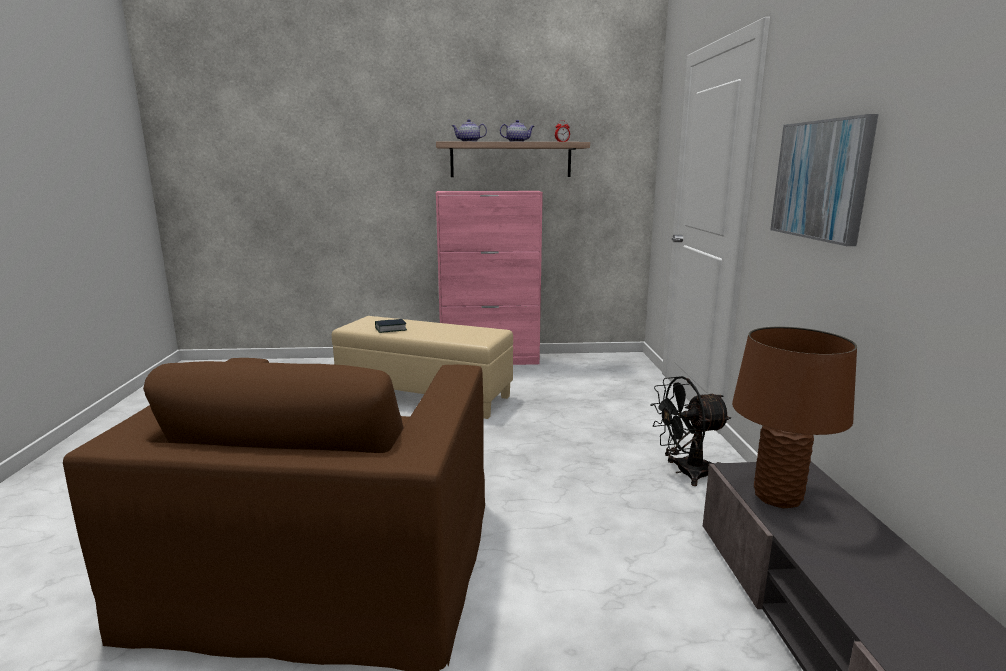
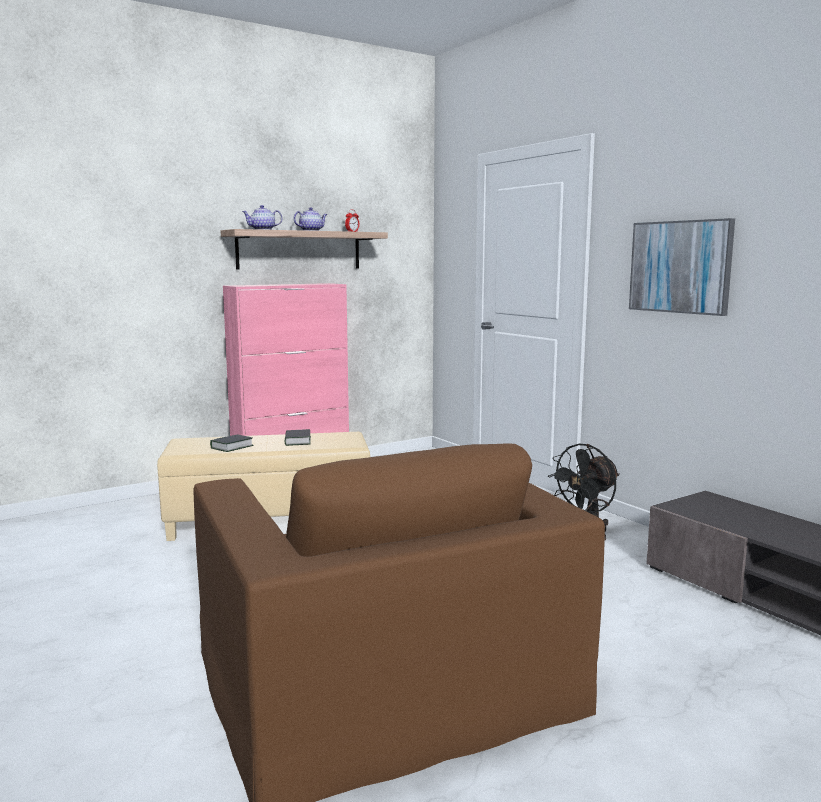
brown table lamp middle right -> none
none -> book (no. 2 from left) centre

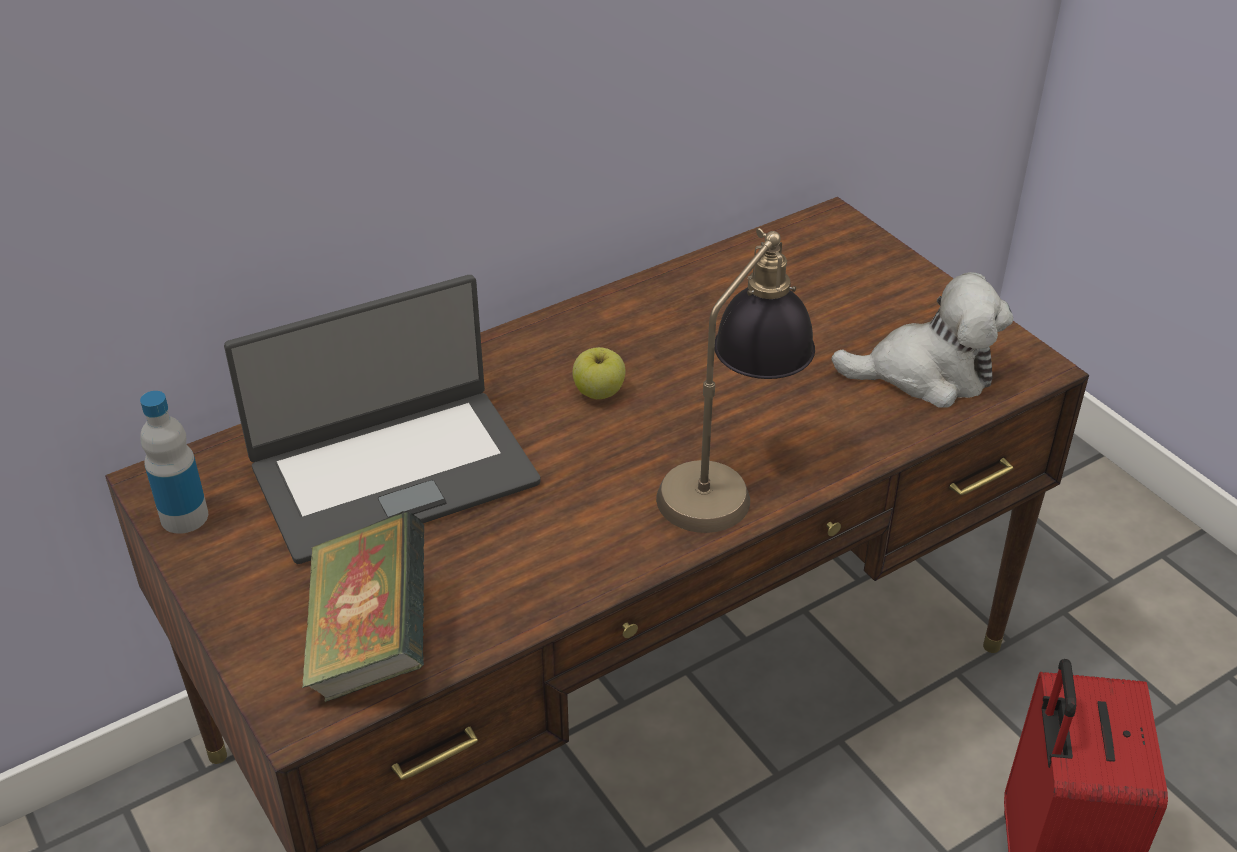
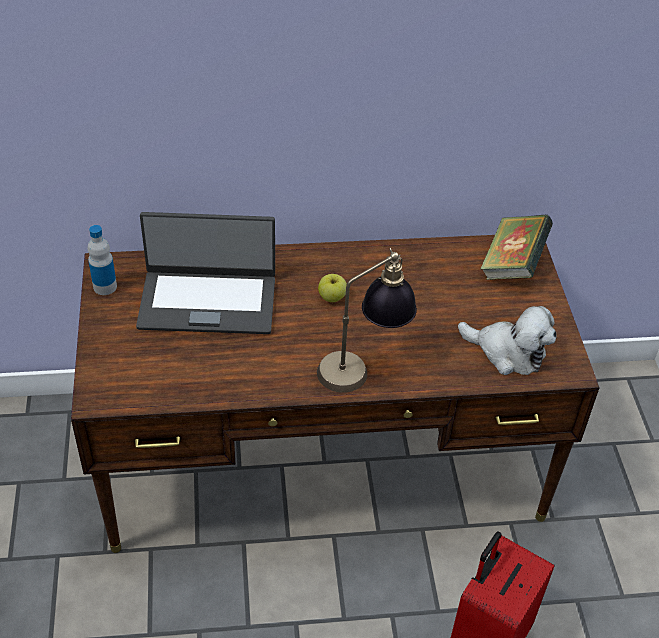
book bottom left -> book middle right, shifted

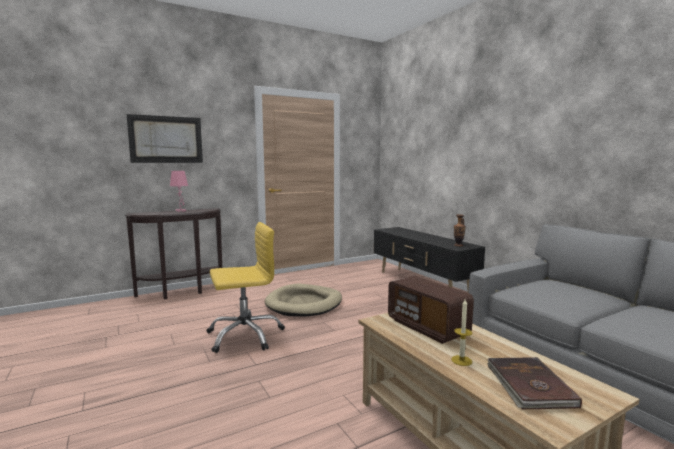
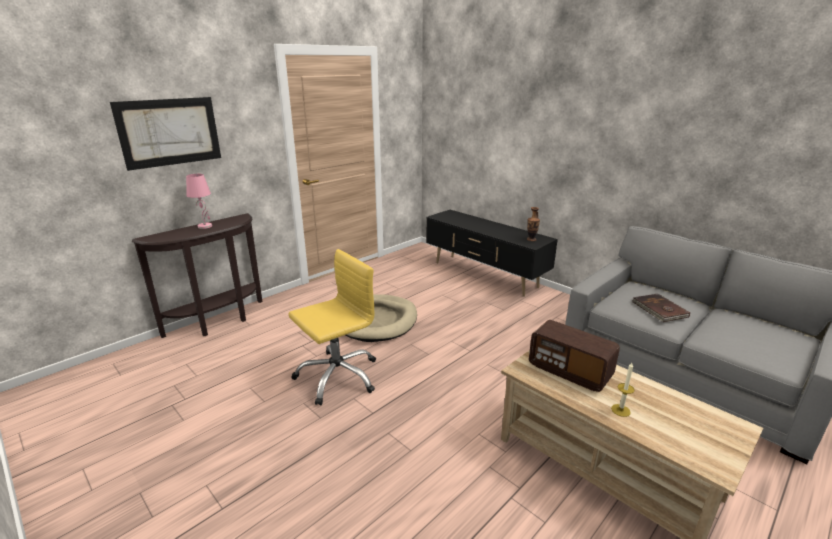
brown book bottom right -> brown book middle right, shifted

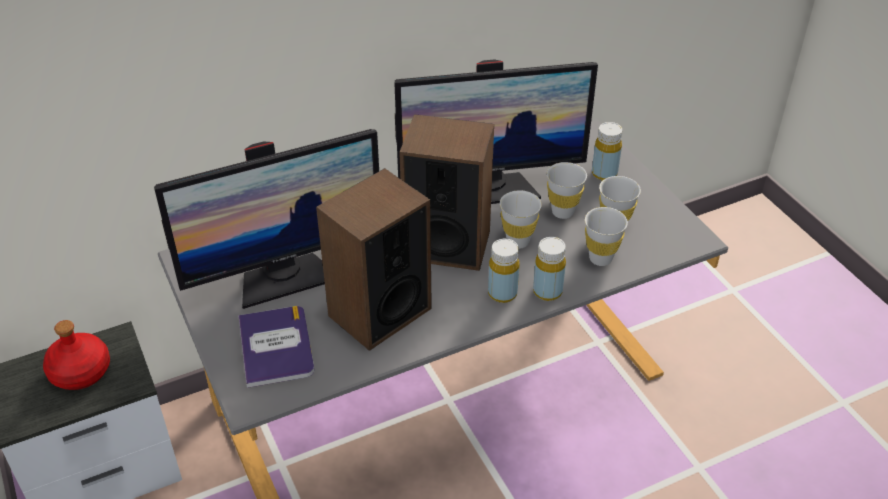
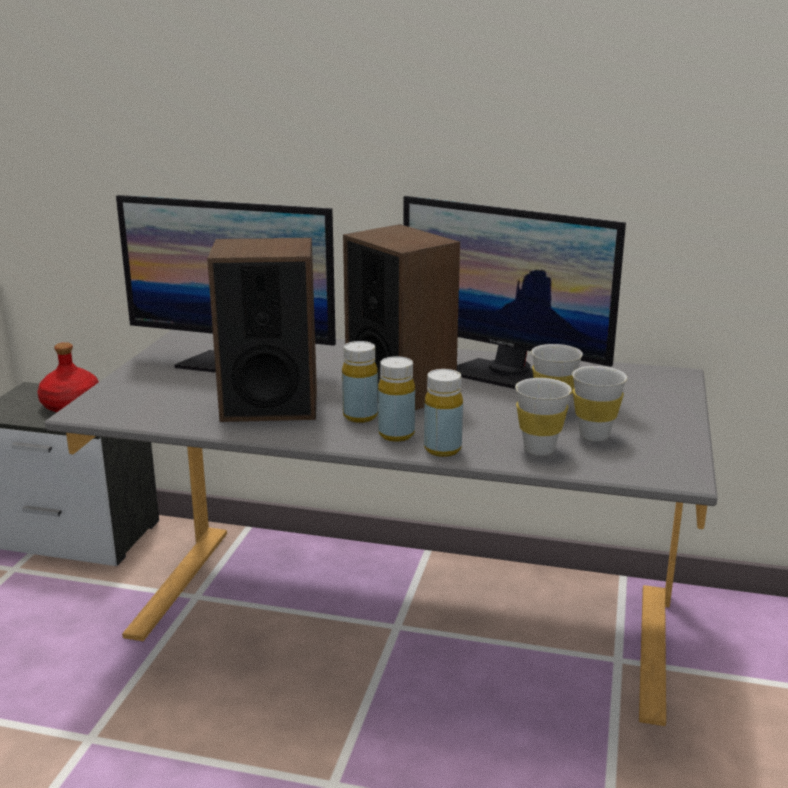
yellow bottle (no. 3 from left in the first image) top right -> yellow bottle (no. 1 from left) centre, shifted
white cup (no. 1 from left) centre -> none
book bottom left -> none

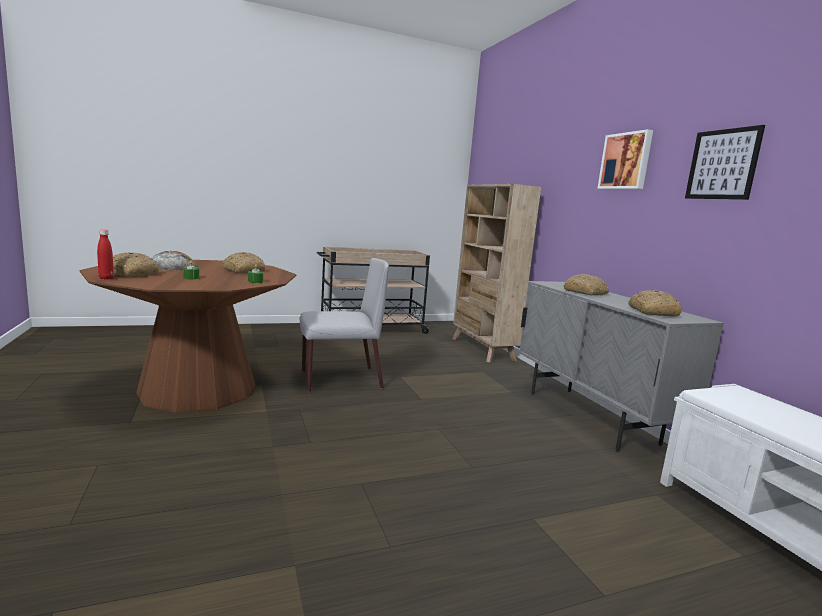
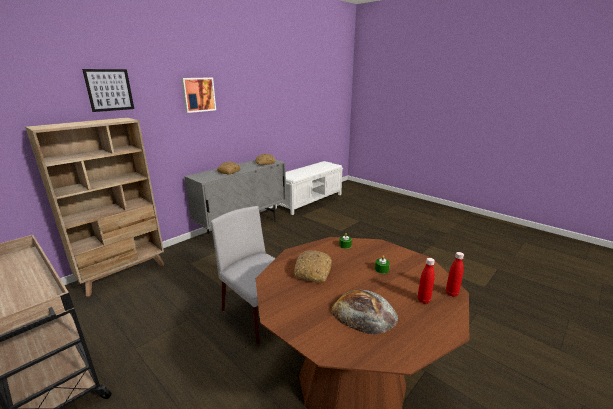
picture (no. 2 from left in the first image) top right -> picture (no. 1 from left) top left, shifted
bread (no. 1 from left) middle left -> red bottle (no. 1 from left) bottom right

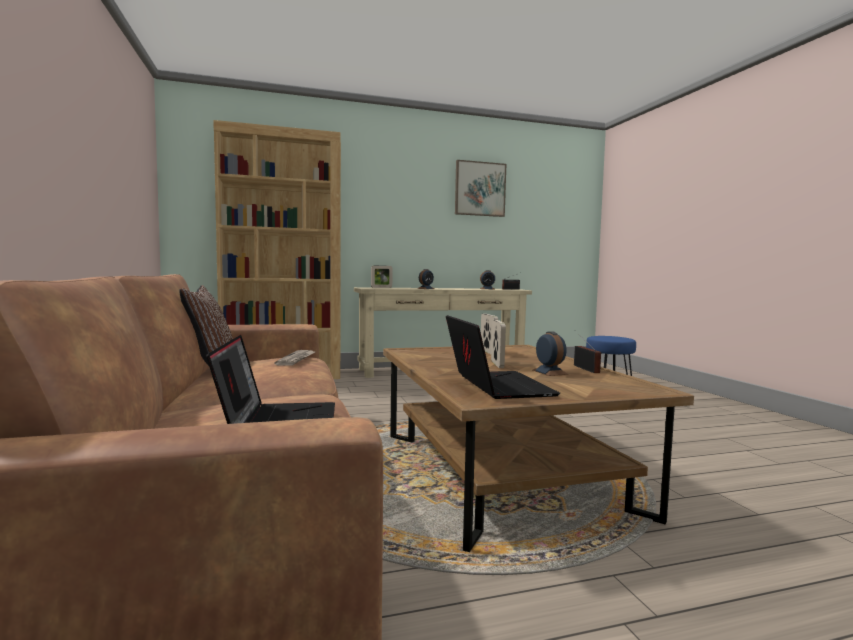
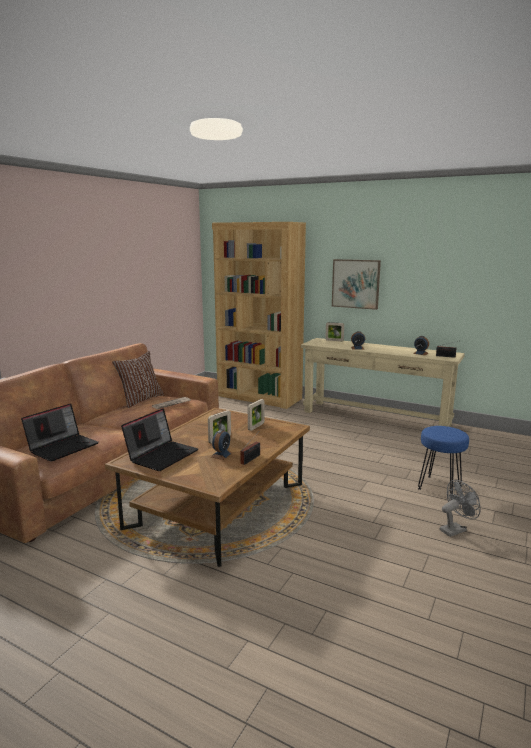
picture top centre -> picture middle right, shifted
none -> grey fan bottom right

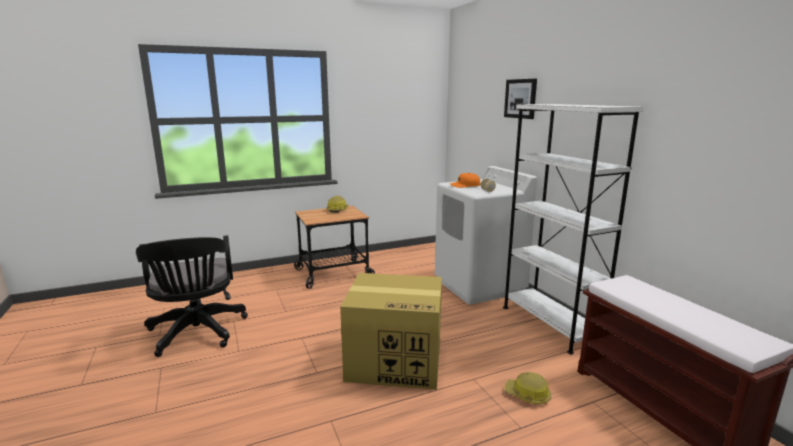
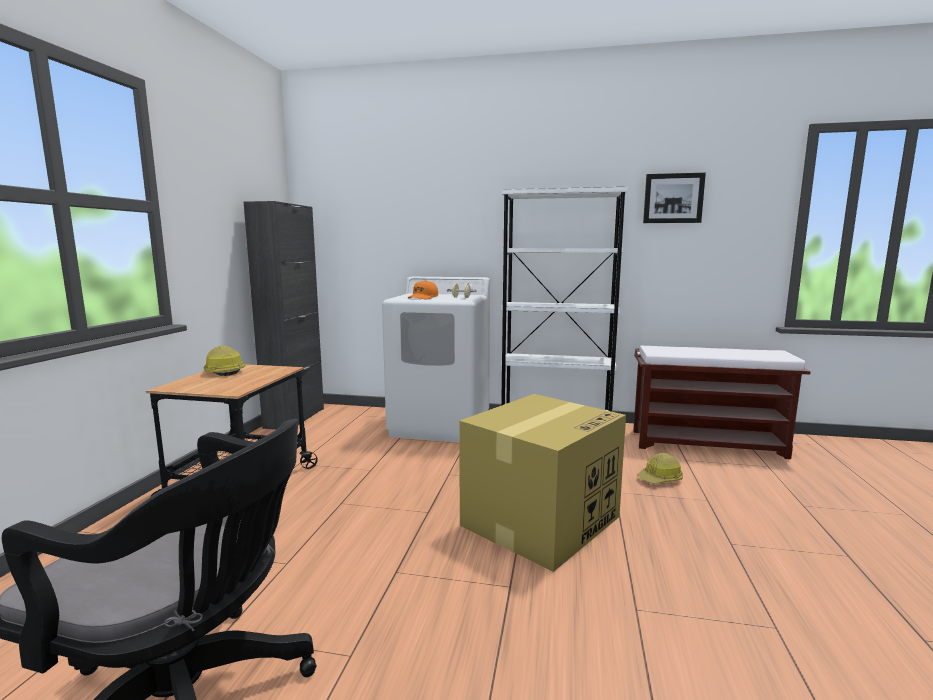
picture top centre -> picture top right, shifted
none -> black cabinet middle left

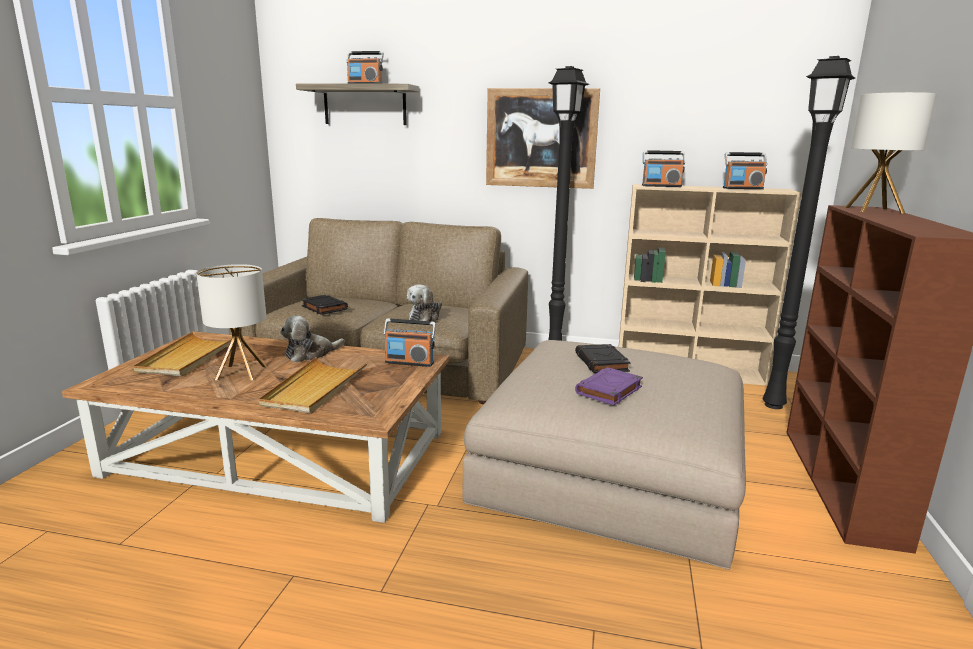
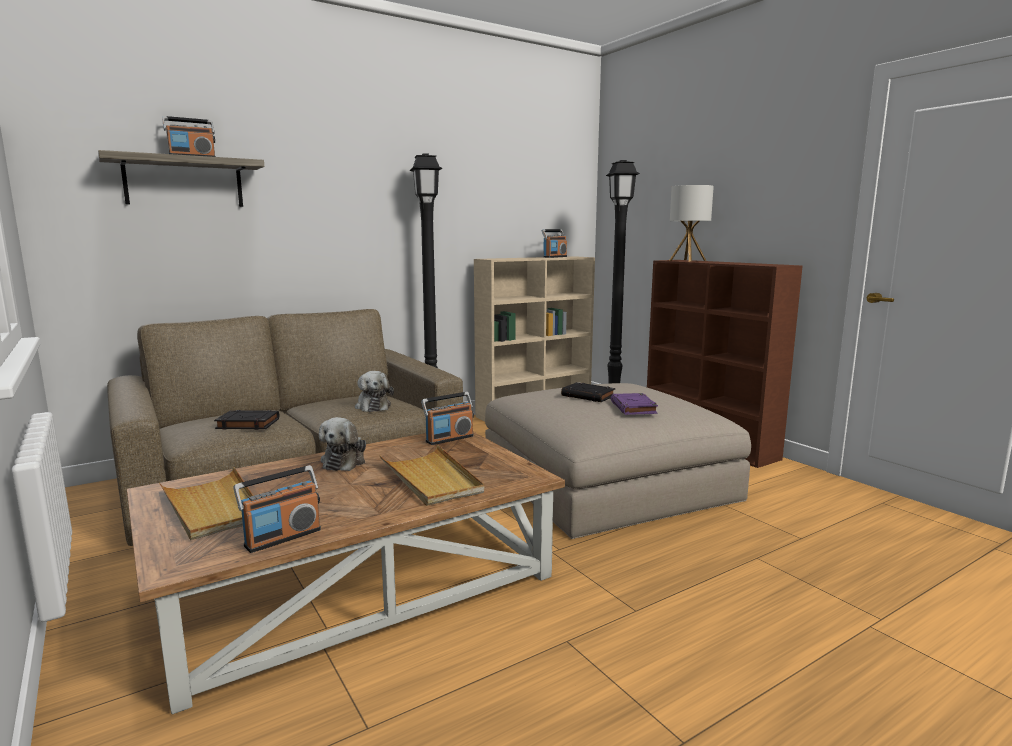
picture top centre -> none
radio (no. 3 from left in the first image) top right -> radio (no. 2 from left) bottom left, shifted
table lamp (no. 1 from left) middle left -> none

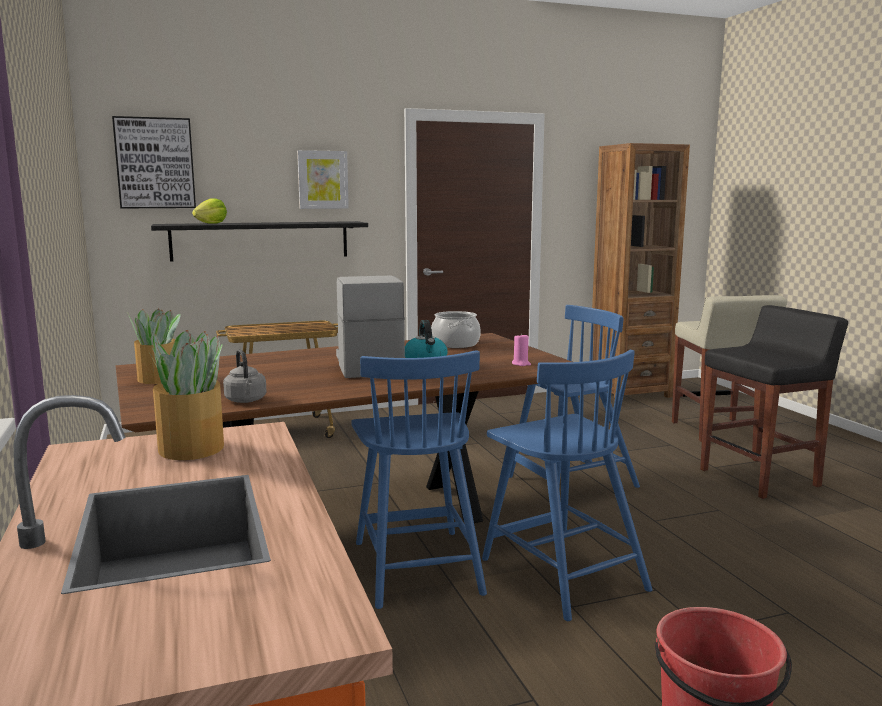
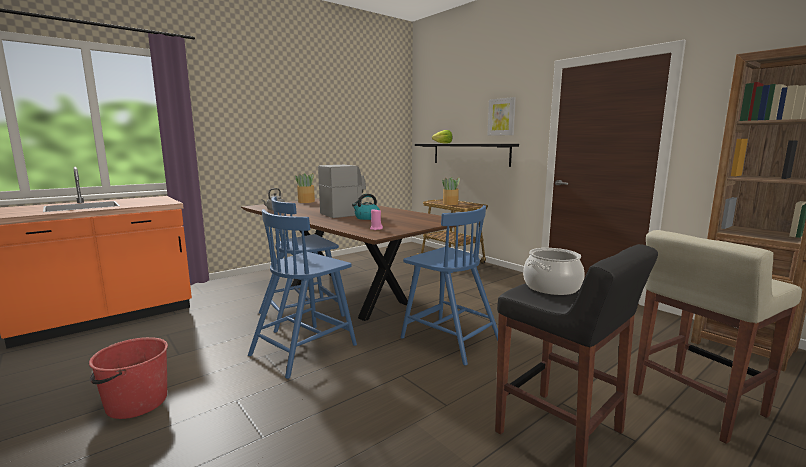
picture (no. 1 from left) top left -> none
cooking pot centre -> cooking pot middle right, shifted
potted plant (no. 2 from left) middle left -> potted plant (no. 2 from left) centre, shifted

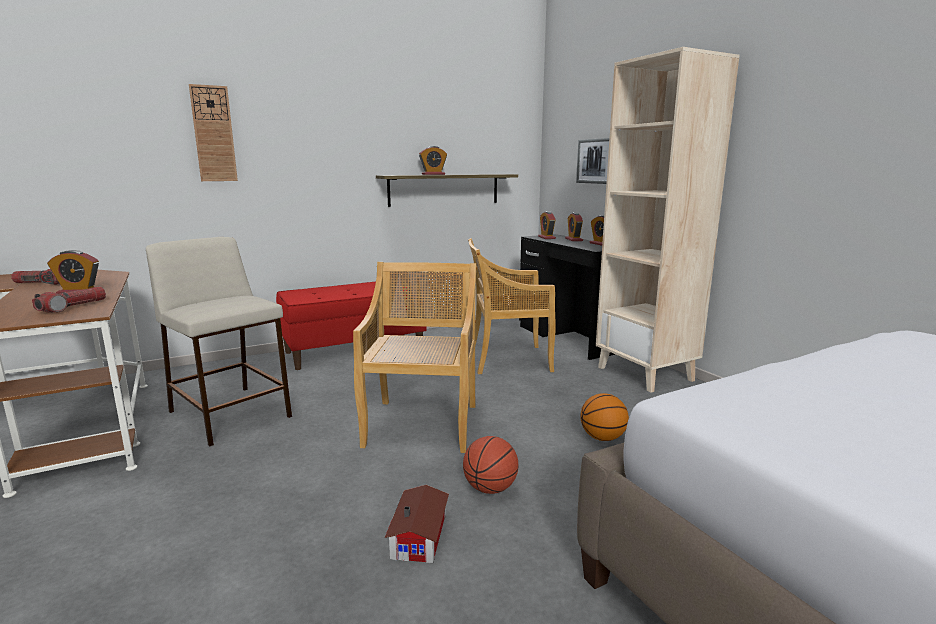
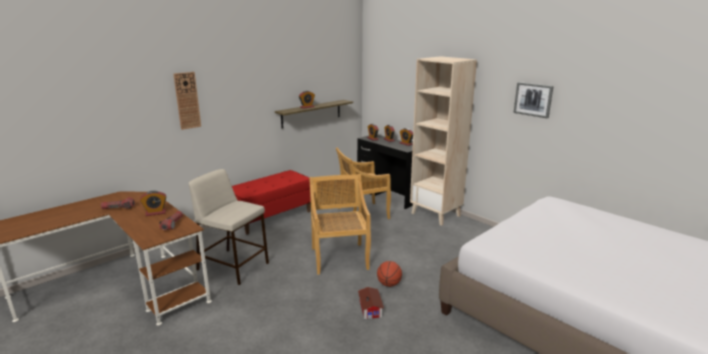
picture top centre -> picture top right, shifted
basketball (no. 2 from left) bottom centre -> none

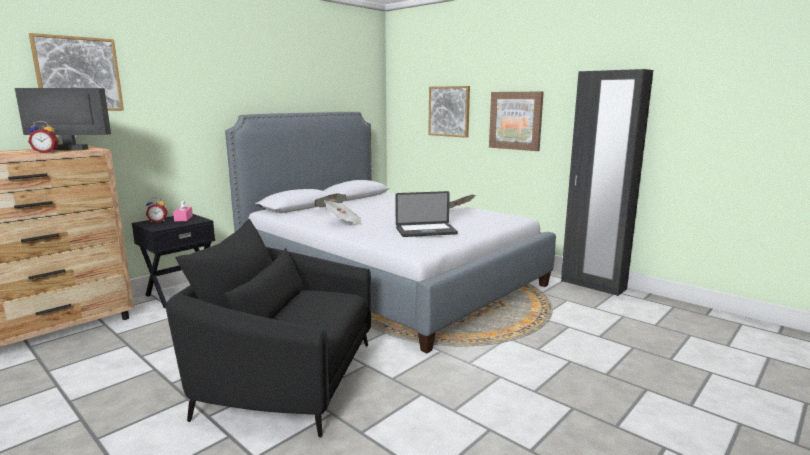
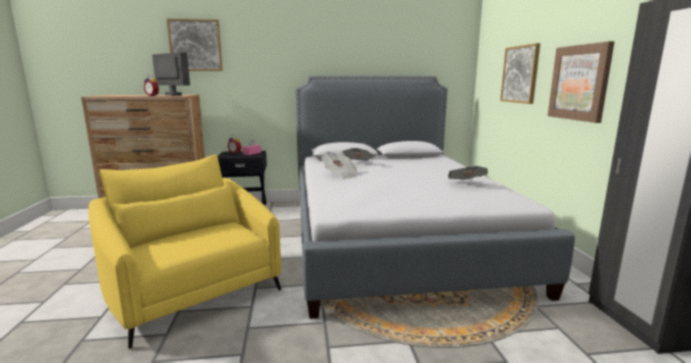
laptop centre -> none
black armchair bottom left -> yellow armchair bottom left

